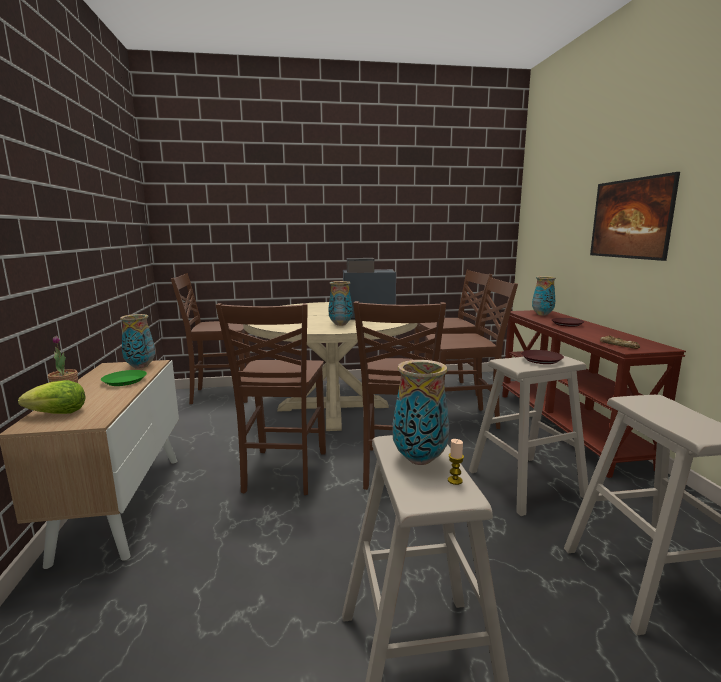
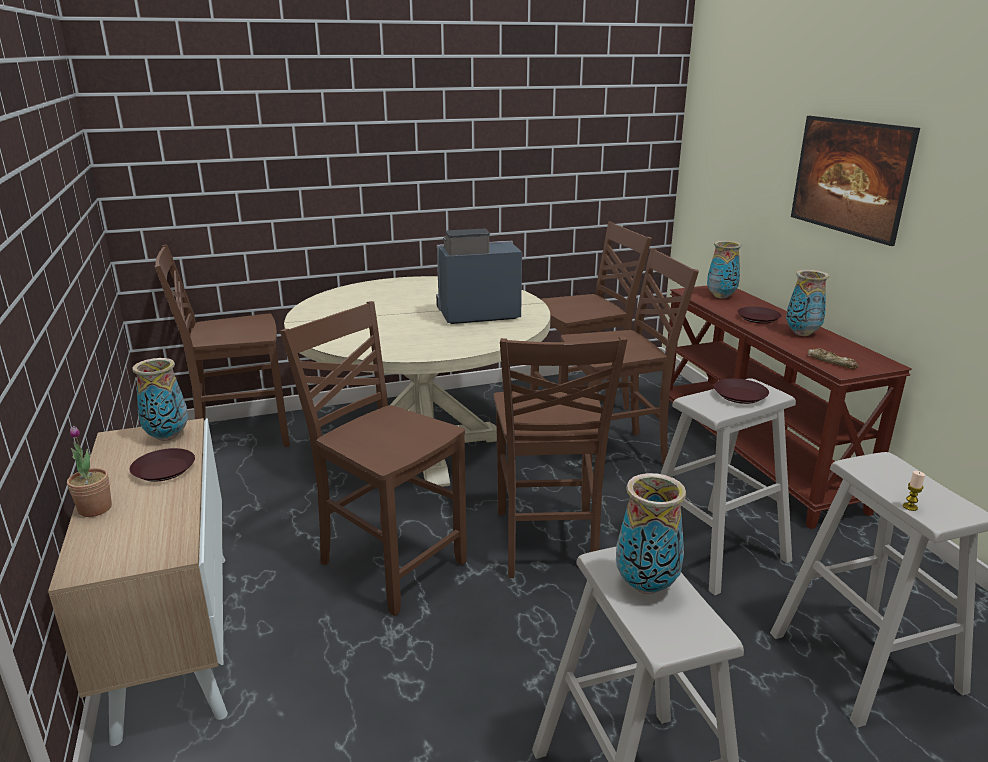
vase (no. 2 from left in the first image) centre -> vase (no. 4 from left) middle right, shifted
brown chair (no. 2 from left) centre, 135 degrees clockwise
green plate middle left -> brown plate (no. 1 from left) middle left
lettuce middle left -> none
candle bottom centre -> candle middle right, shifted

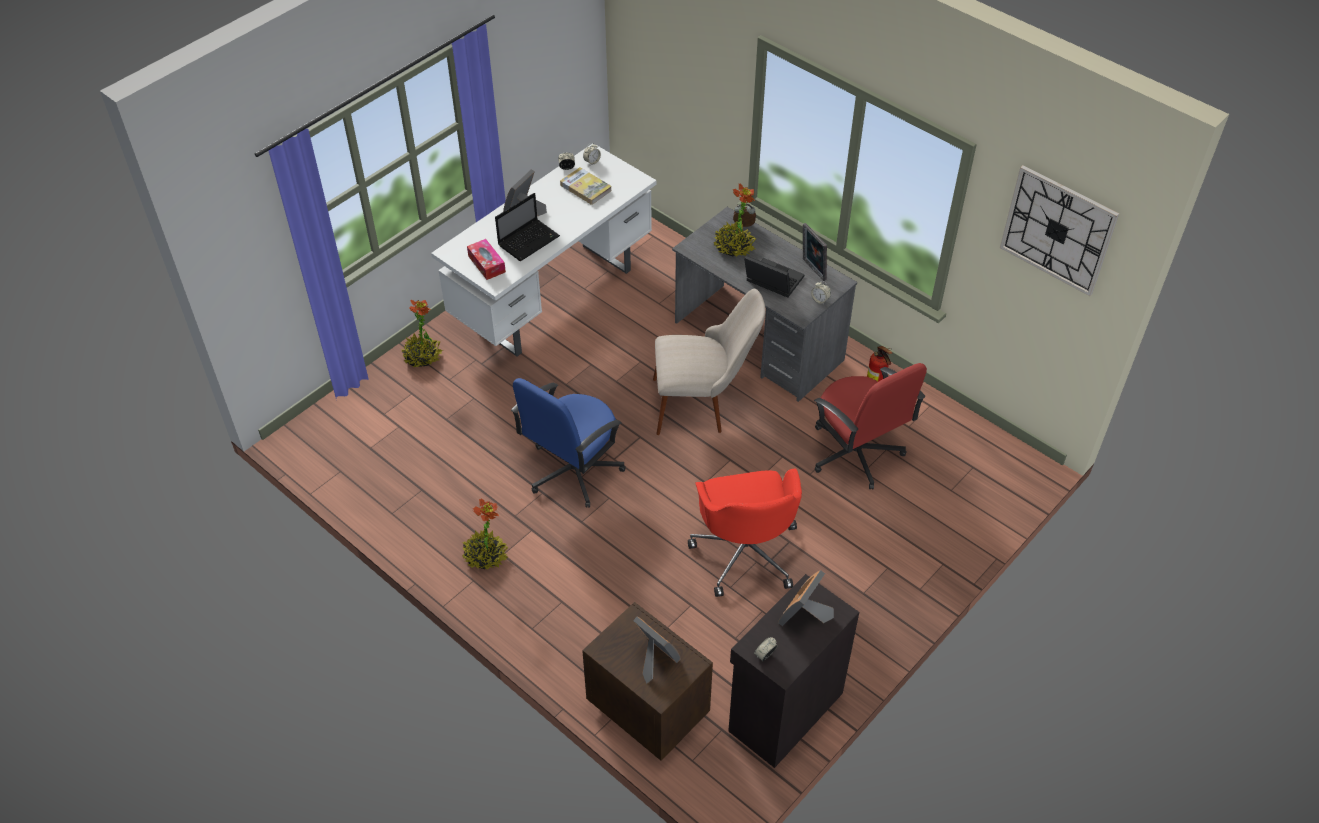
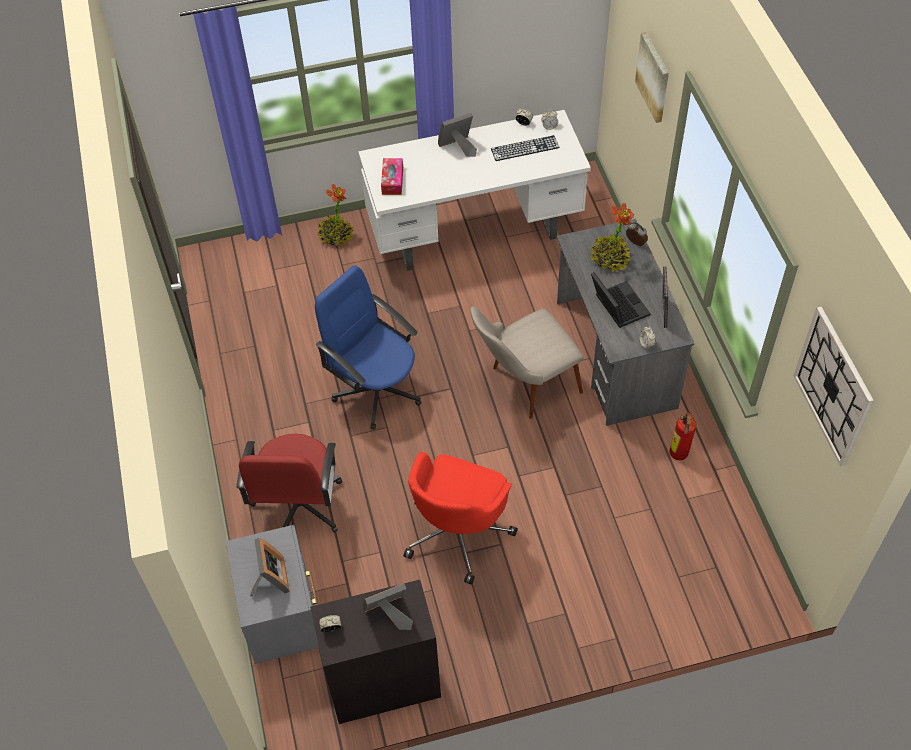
book top centre -> keyboard top centre
laptop (no. 1 from left) top centre -> none
beige chair centre, 120 degrees clockwise
red office chair (no. 2 from left in the first image) centre -> red office chair (no. 1 from left) middle left, shifted
blue office chair centre, 60 degrees clockwise
potted plant (no. 2 from left) centre -> none
brown nightstand bottom centre -> grey nightstand bottom left
none -> picture top right

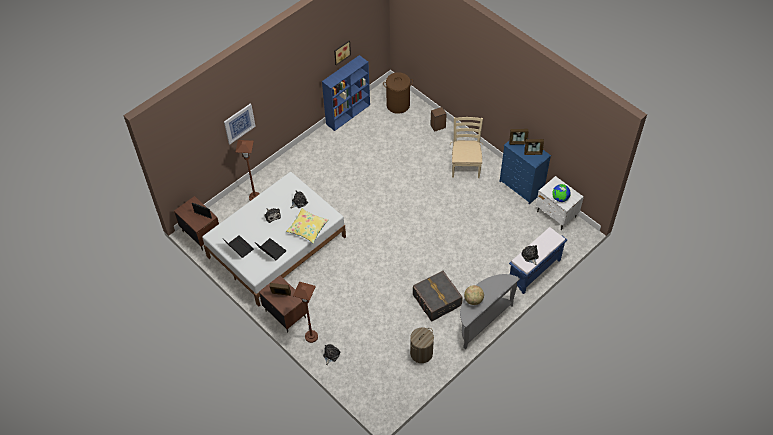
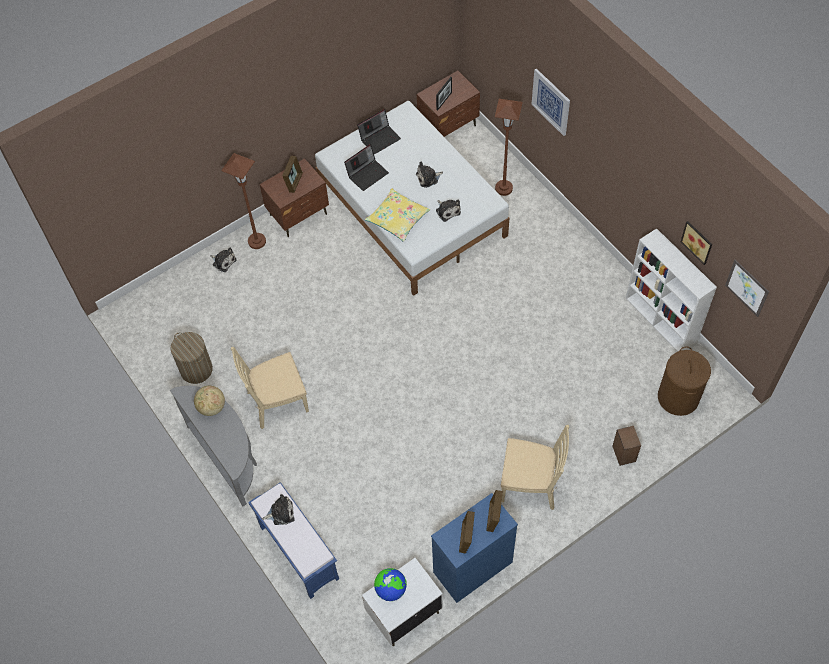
blue bookcase top centre -> white bookcase middle right
grey storage box bottom centre -> beige chair (no. 1 from left) middle left
none -> picture (no. 3 from left) middle right

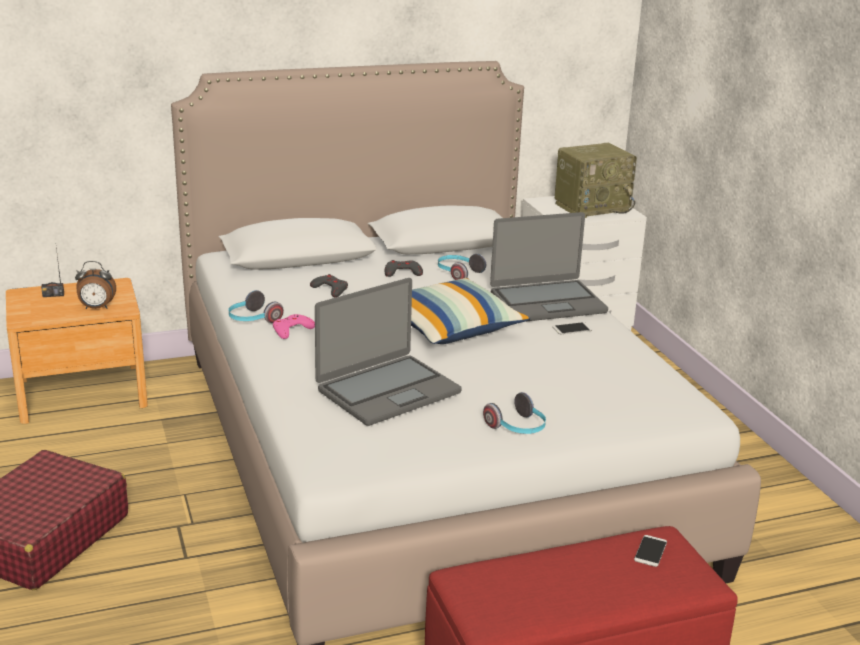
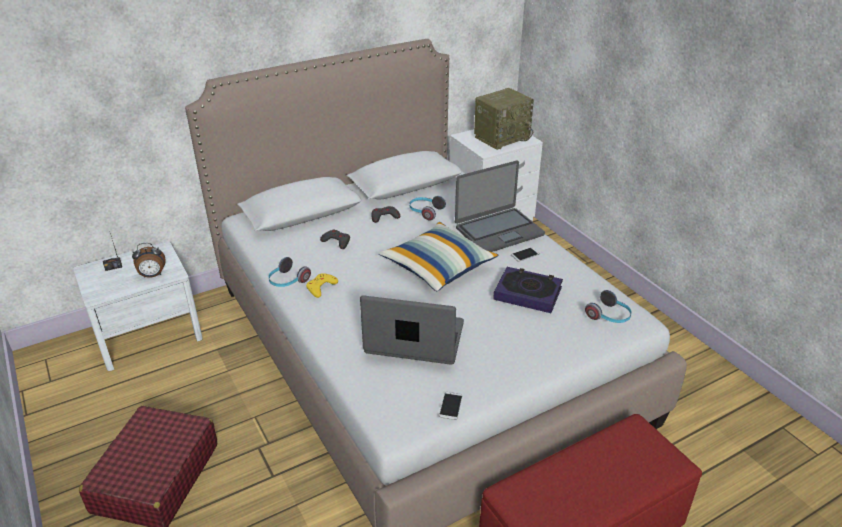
brown nightstand middle left -> white nightstand (no. 1 from left) middle left
laptop (no. 1 from left) centre, 120 degrees counterclockwise
pink game controller centre -> yellow game controller centre
headphones (no. 3 from left) centre -> headphones (no. 3 from left) middle right, shifted
phone (no. 2 from left in the first image) bottom right -> phone (no. 1 from left) bottom centre, shifted
none -> book centre

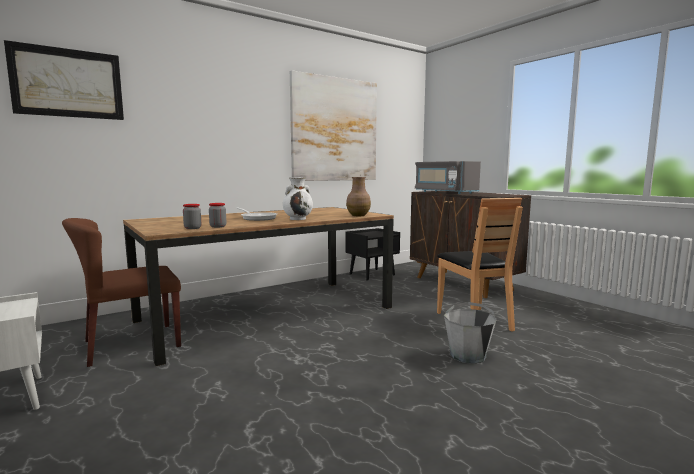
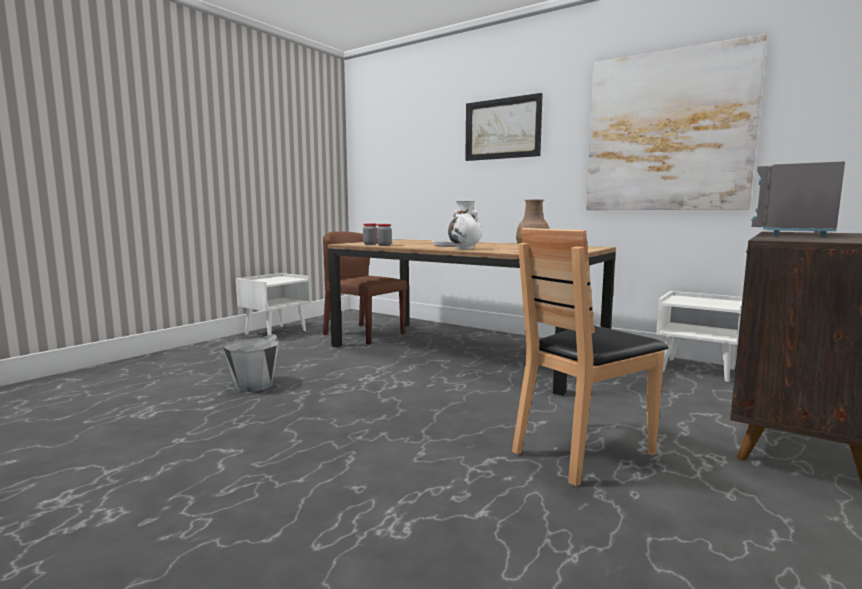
picture (no. 1 from left) top left -> picture (no. 1 from left) top centre, shifted
black nightstand centre -> white nightstand (no. 2 from left) middle right
grey bucket bottom right -> grey bucket middle left, shifted

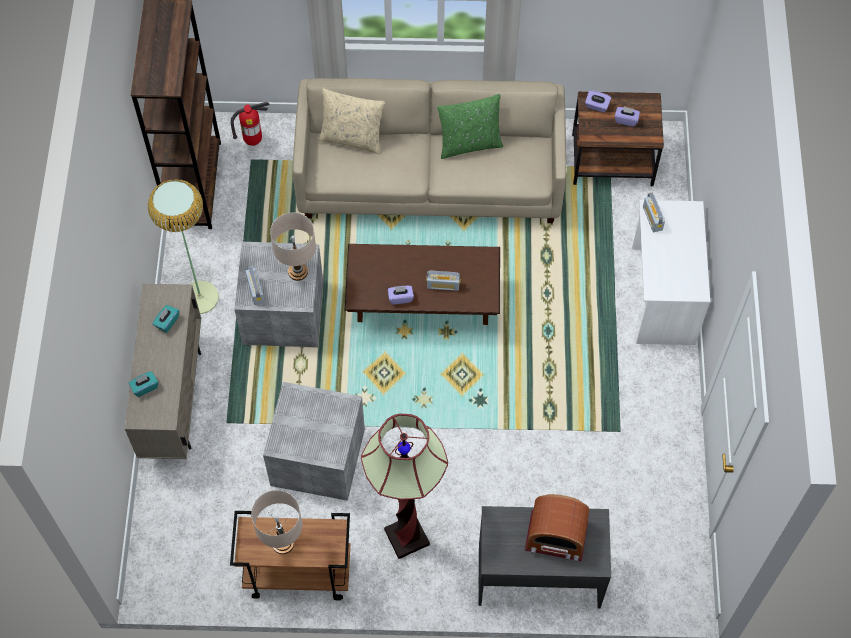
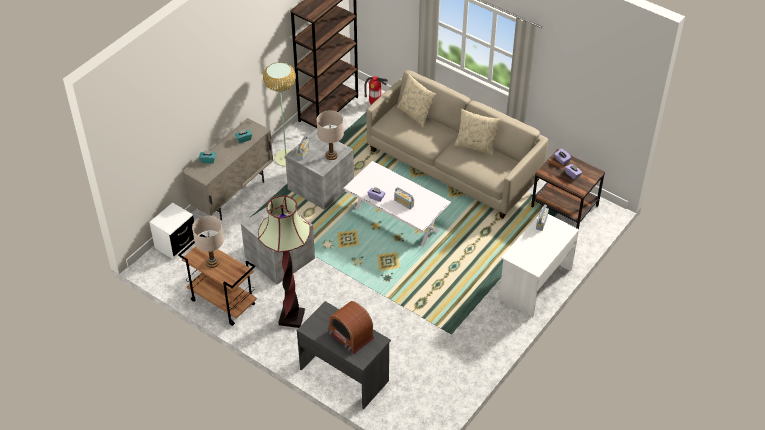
green pillow top centre -> beige pillow (no. 2 from left) top centre
brown coffee table centre -> white coffee table centre
none -> white nightstand middle left

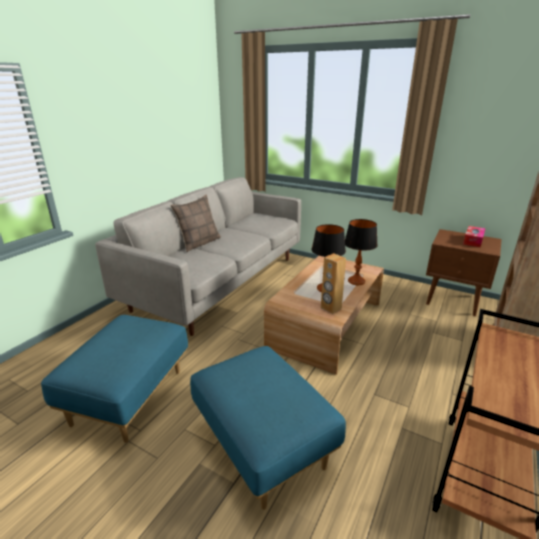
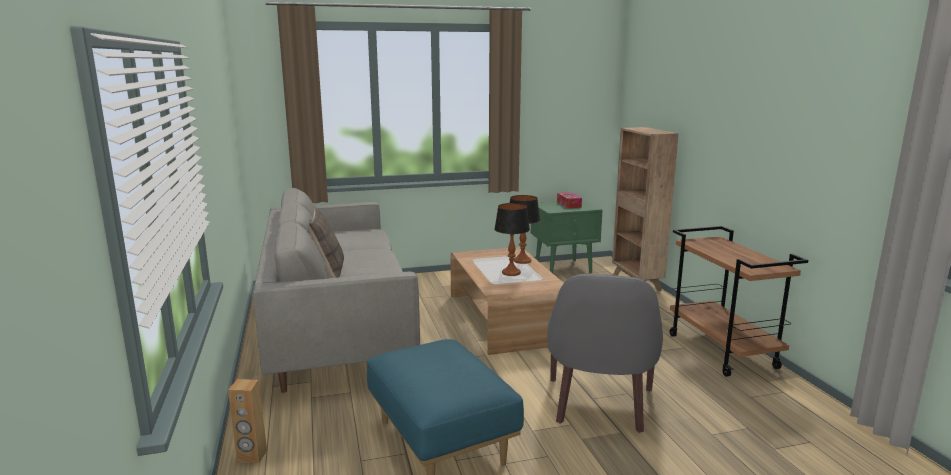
brown nightstand middle right -> green nightstand centre
brown speaker centre -> brown speaker bottom left, shifted
blue ottoman (no. 2 from left) bottom centre -> grey armchair bottom centre

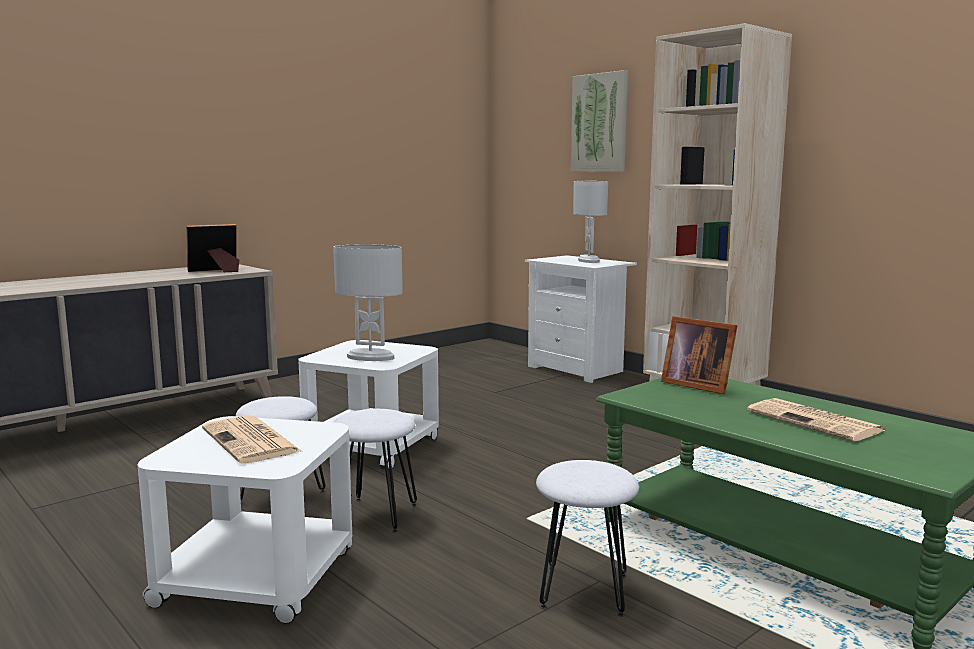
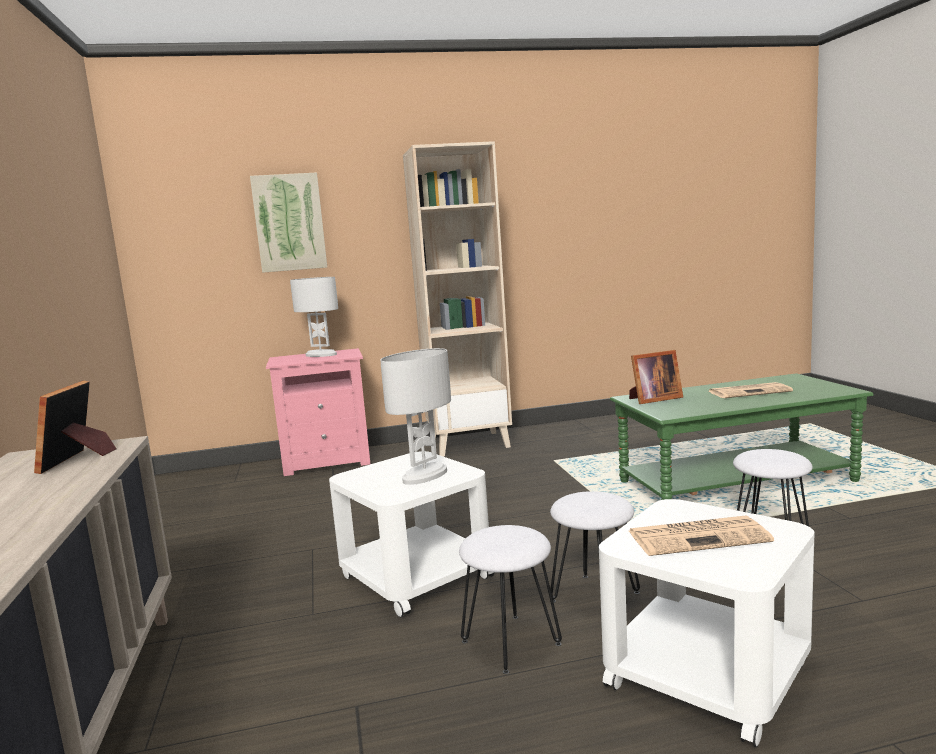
white nightstand centre -> pink nightstand centre

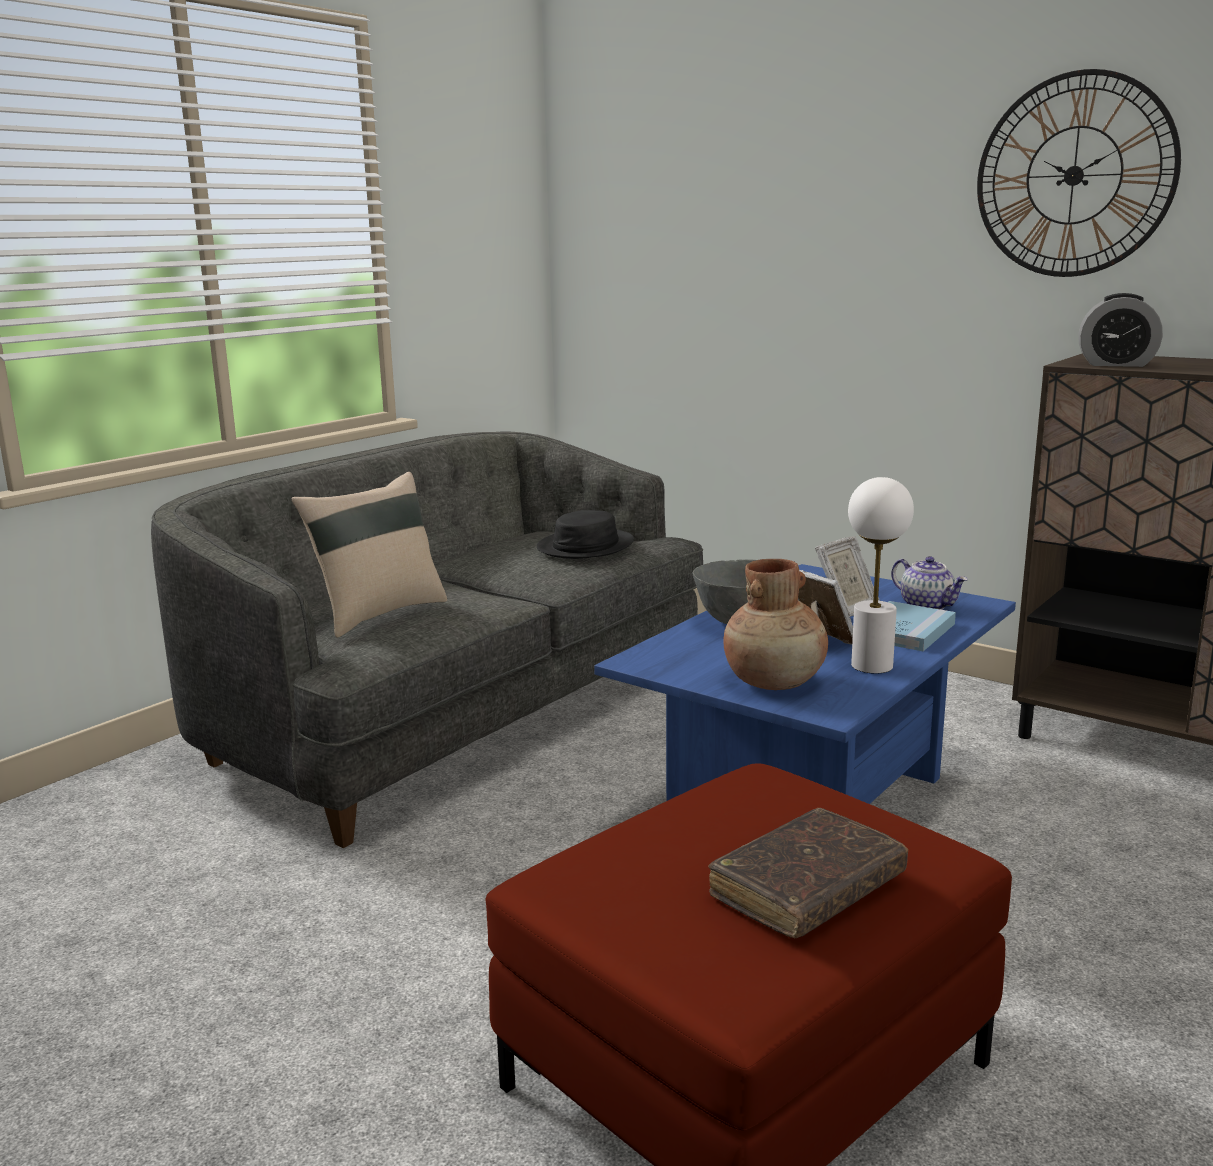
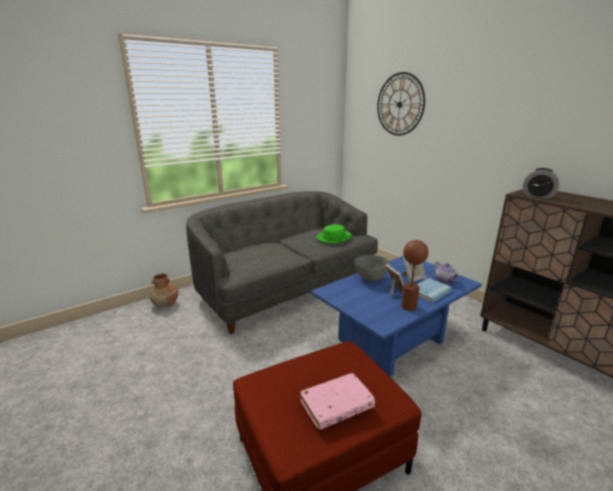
wall clock top right -> wall clock top centre, shifted
beige pillow middle left -> none
white table lamp middle right -> brown table lamp middle right
black hat centre -> green hat centre
brown vase centre -> brown vase middle left, shifted
brown book bottom centre -> pink book bottom centre

